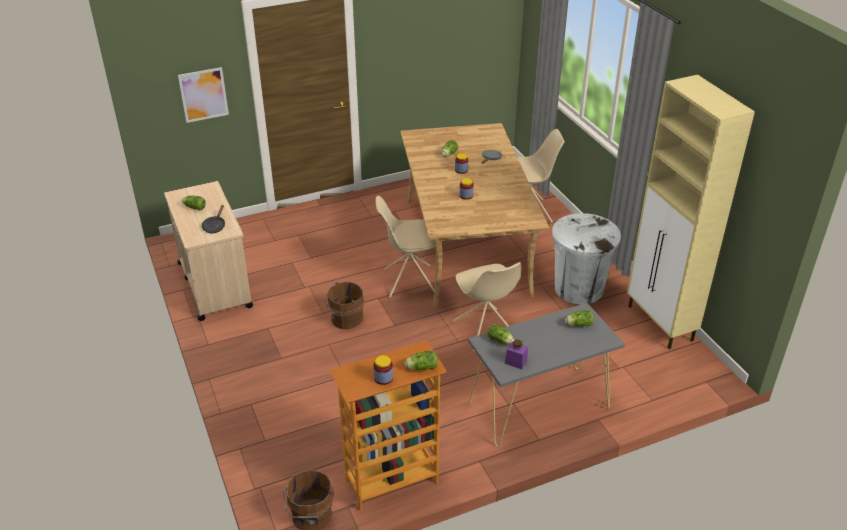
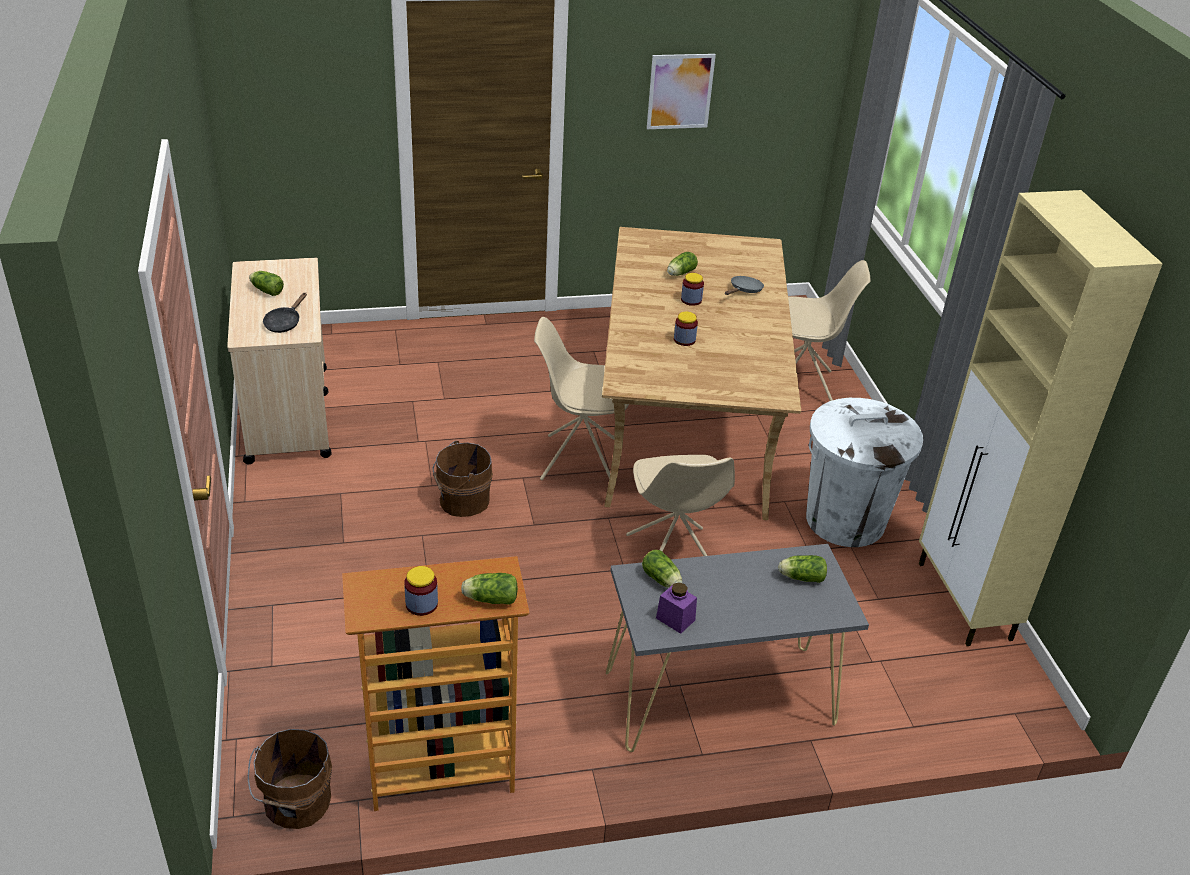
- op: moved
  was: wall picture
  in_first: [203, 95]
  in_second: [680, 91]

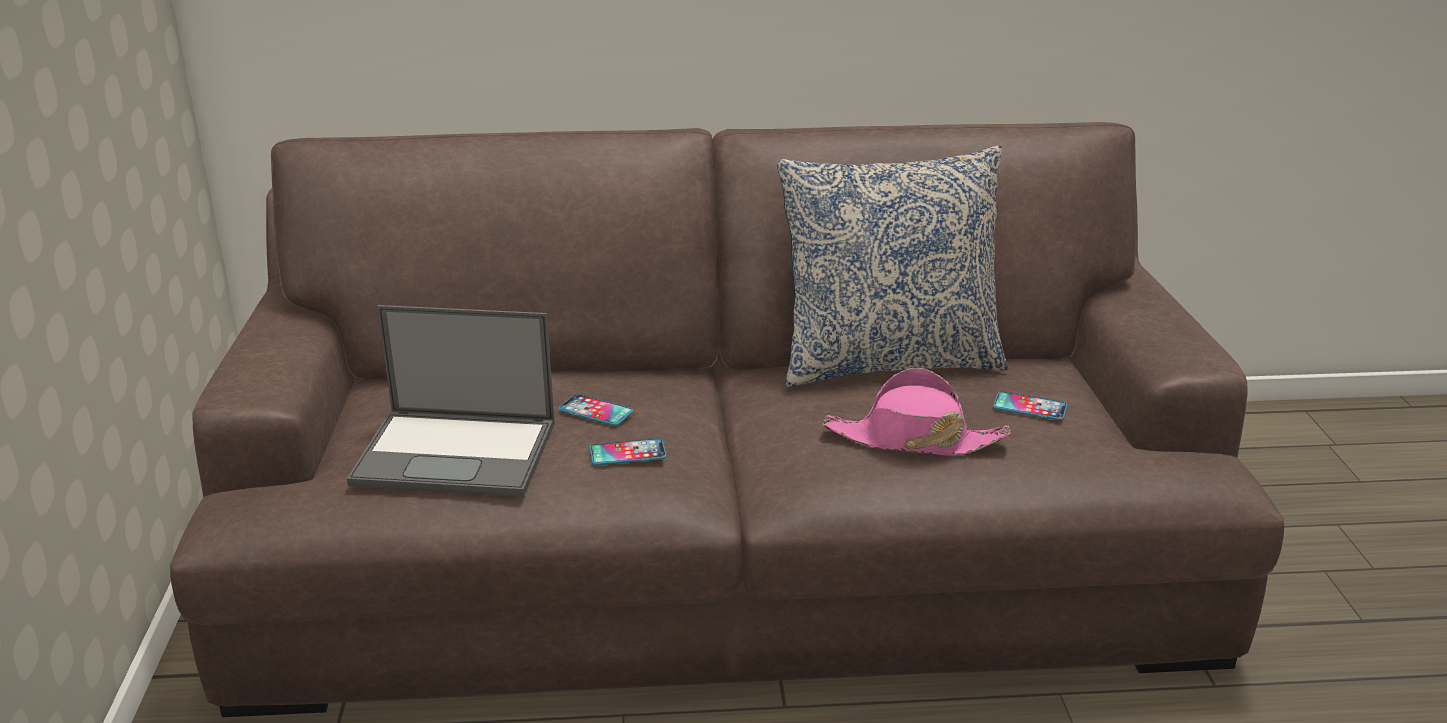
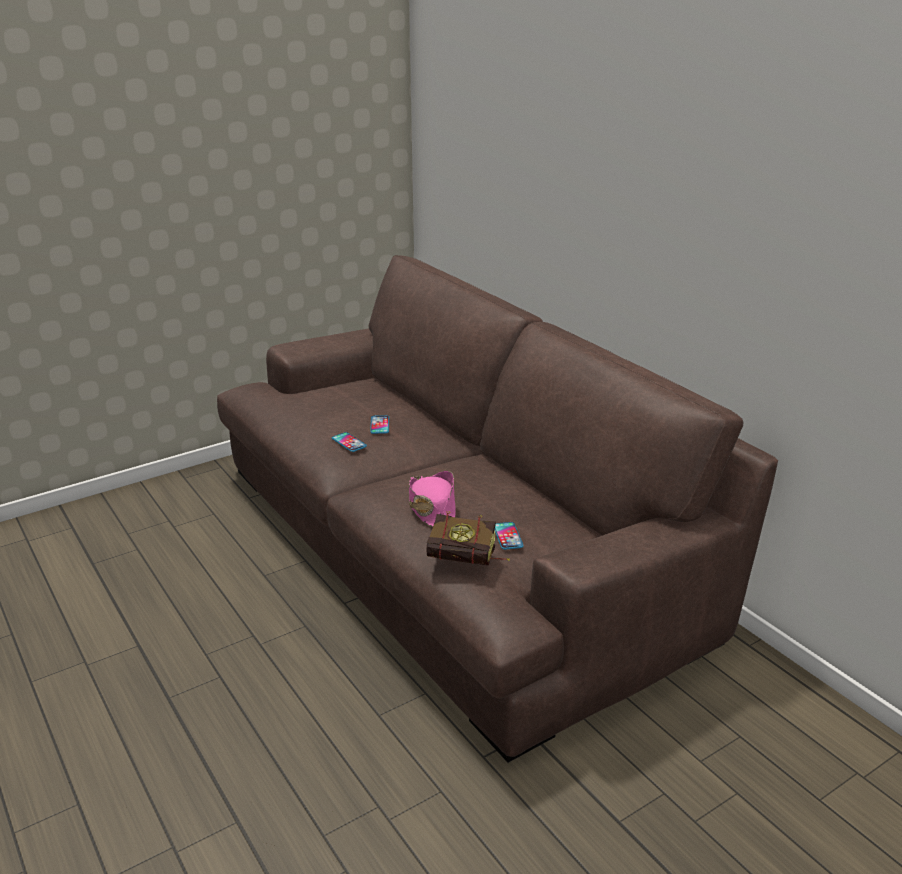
- op: added
  now: book
  in_second: [469, 561]
- op: removed
  was: laptop
  in_first: [458, 453]
- op: removed
  was: pillow
  in_first: [887, 361]

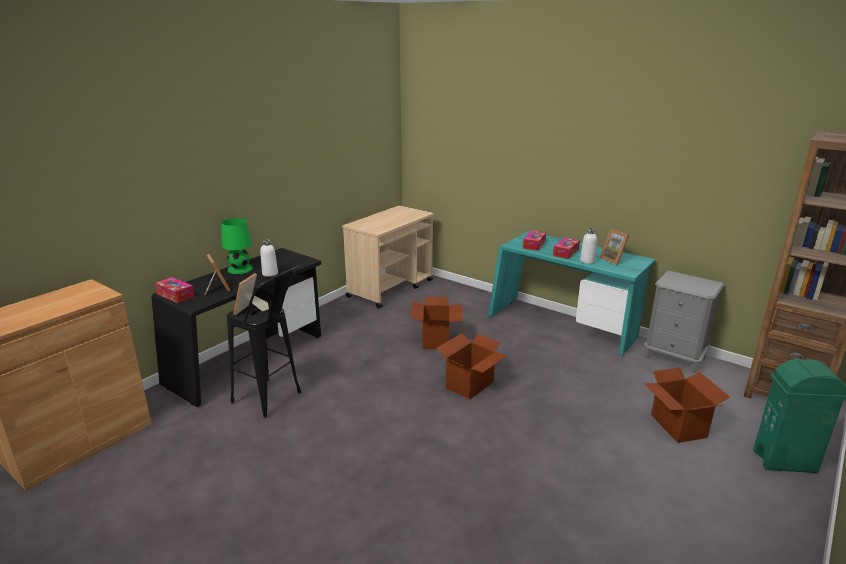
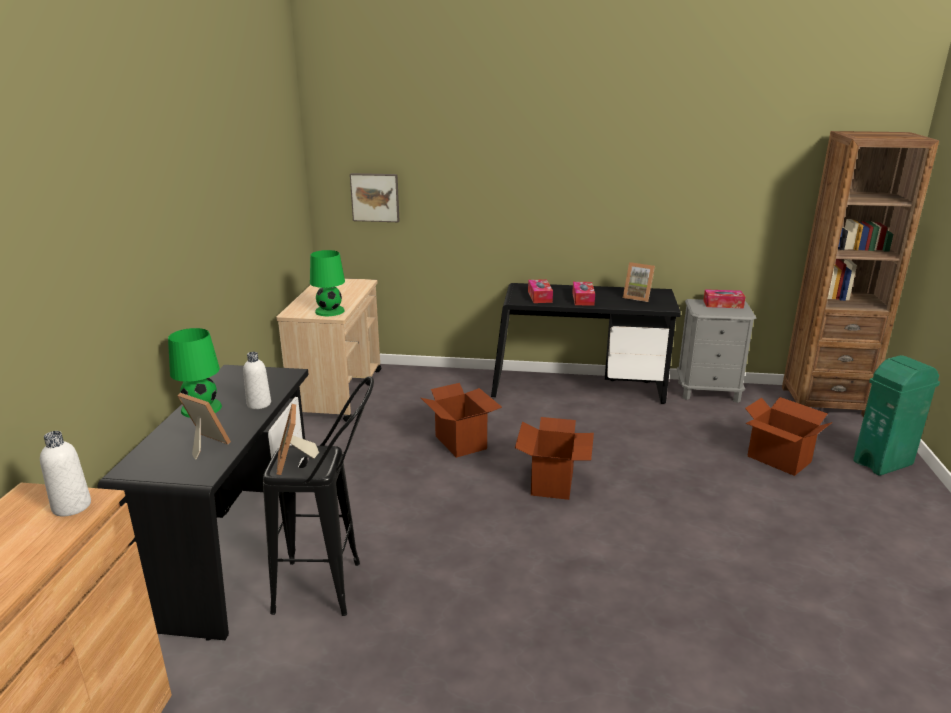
- op: moved
  was: whitish bottle
  in_first: [587, 261]
  in_second: [72, 506]
- op: added
  now: greenish table lamp
  in_second: [330, 311]
- op: added
  now: wall picture
  in_second: [375, 197]
- op: recoloured
  was: turquoise-coloured desk unit
  now: black-coloured desk unit
  in_first: [562, 327]
  in_second: [578, 388]
- op: moved
  was: tissue box
  in_first: [175, 295]
  in_second: [723, 304]

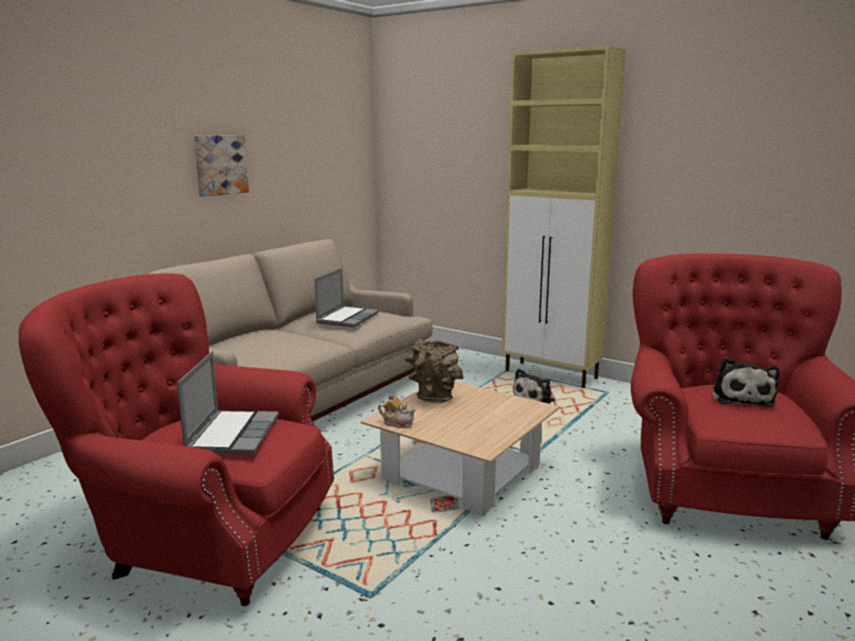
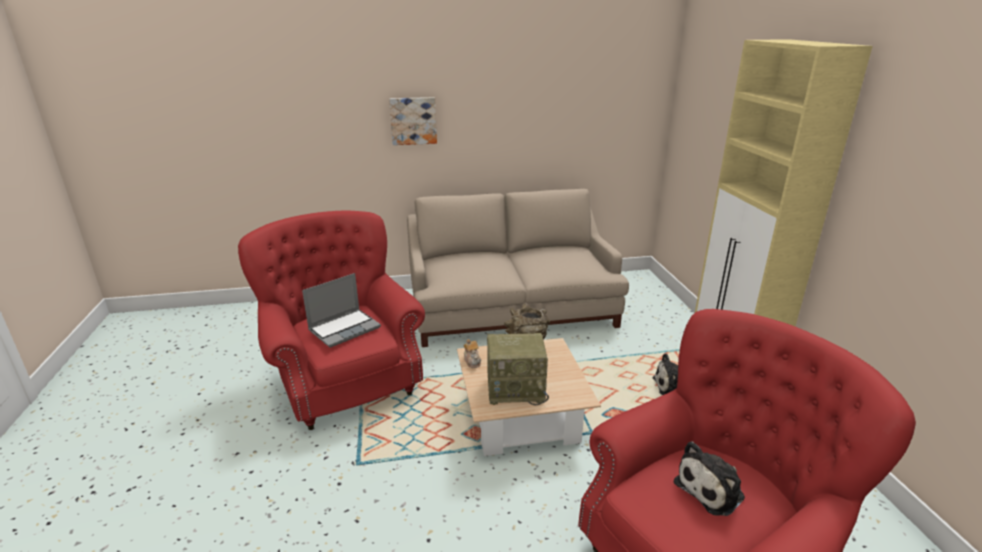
- op: moved
  was: wall picture
  in_first: [220, 165]
  in_second: [413, 120]
- op: added
  now: radio set
  in_second: [516, 389]
- op: removed
  was: laptop
  in_first: [347, 318]

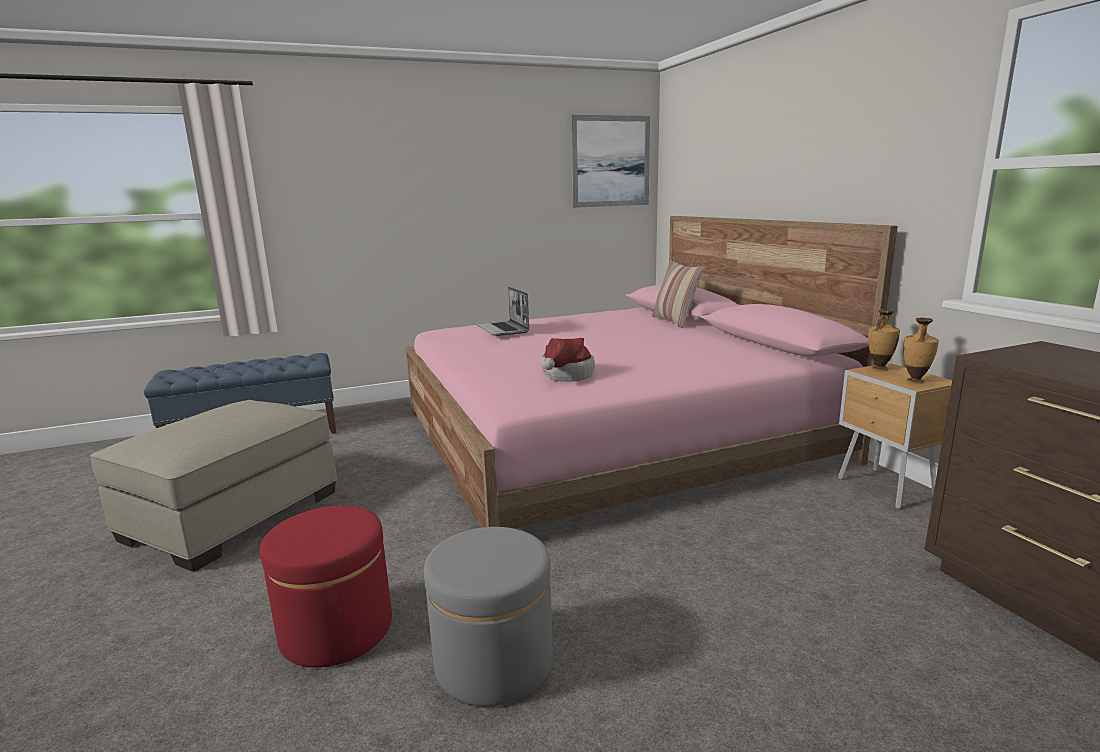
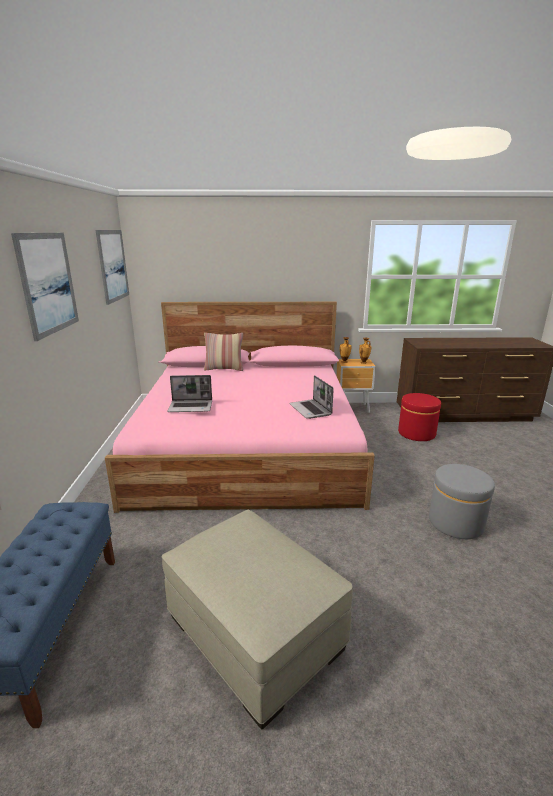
- op: added
  now: wall picture
  in_second: [48, 283]
- op: replaced
  was: hat
  now: laptop
  in_first: [565, 375]
  in_second: [311, 410]
- op: moved
  was: red-coloured pouffe
  in_first: [336, 630]
  in_second: [416, 433]

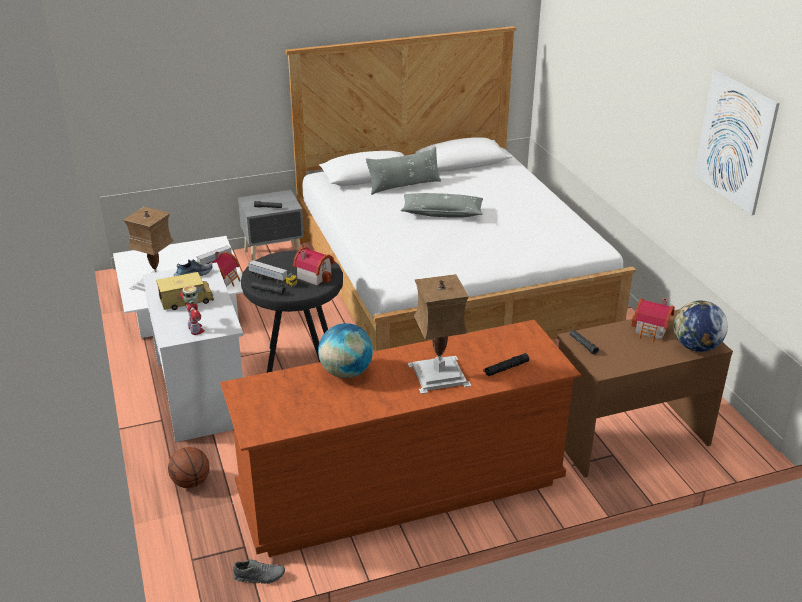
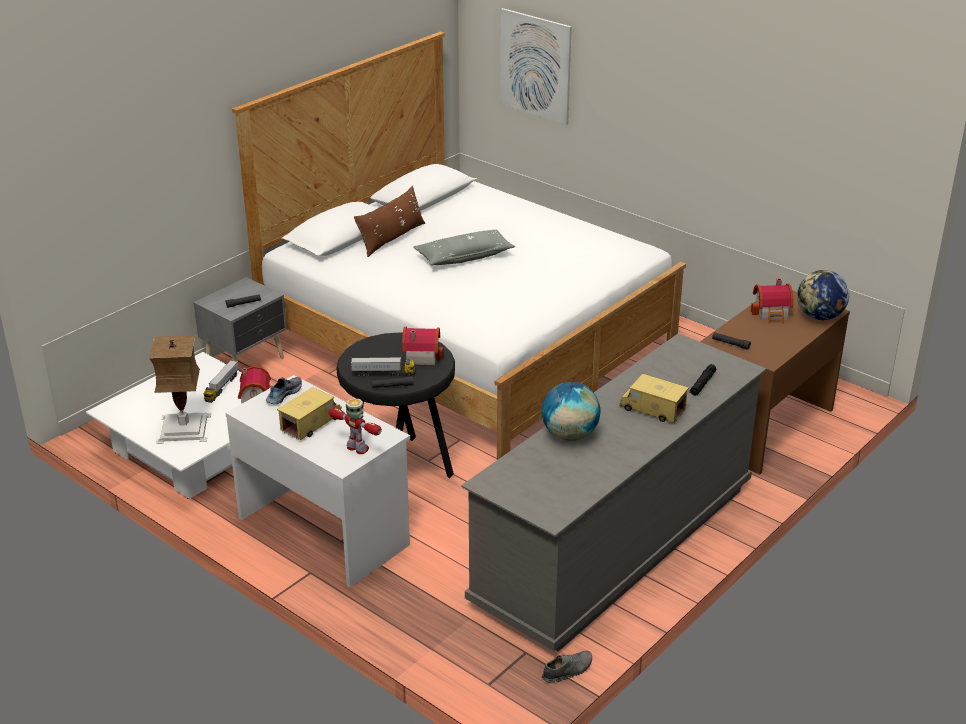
- op: recoloured
  was: gray pillow
  now: brownish pillow
  in_first: [404, 186]
  in_second: [392, 238]
- op: recoloured
  was: brownish drawer chest
  now: gray drawer chest
  in_first: [401, 487]
  in_second: [614, 543]
- op: moved
  was: wall picture
  in_first: [735, 141]
  in_second: [535, 66]
- op: replaced
  was: table lamp
  now: model truck
  in_first: [438, 375]
  in_second: [652, 409]
- op: removed
  was: basketball ball
  in_first: [191, 482]

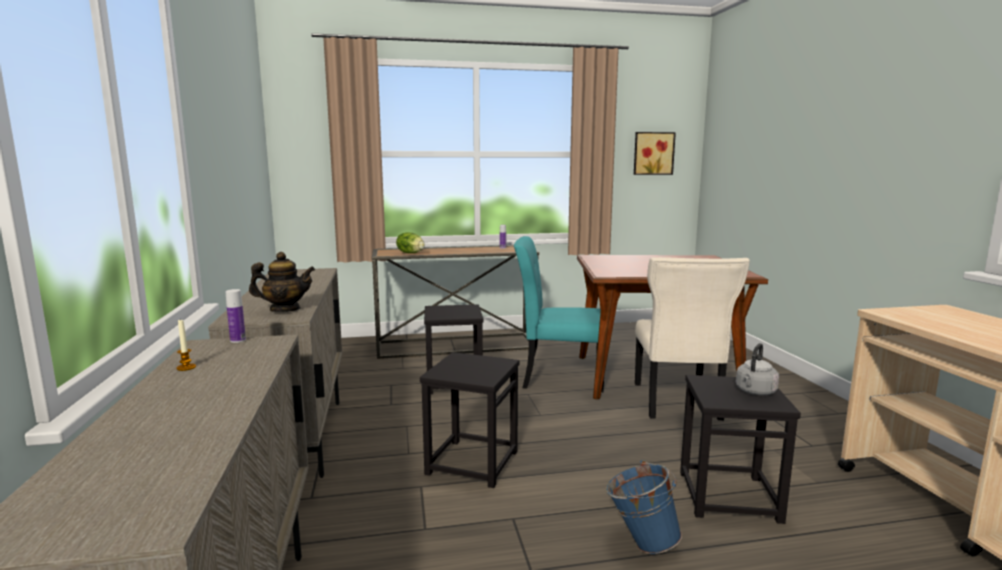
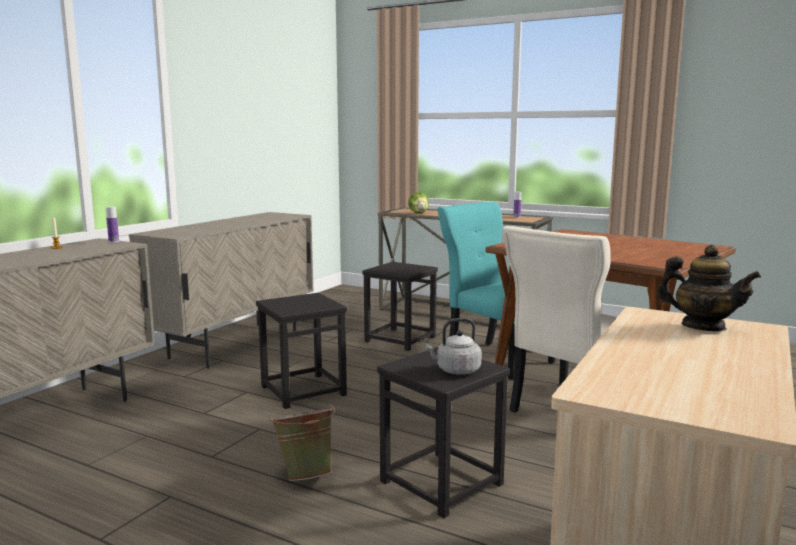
- op: recoloured
  was: blue bucket
  now: greenish bucket
  in_first: [640, 542]
  in_second: [306, 475]
- op: moved
  was: tea pot
  in_first: [285, 309]
  in_second: [703, 327]
- op: removed
  was: wall picture
  in_first: [653, 153]

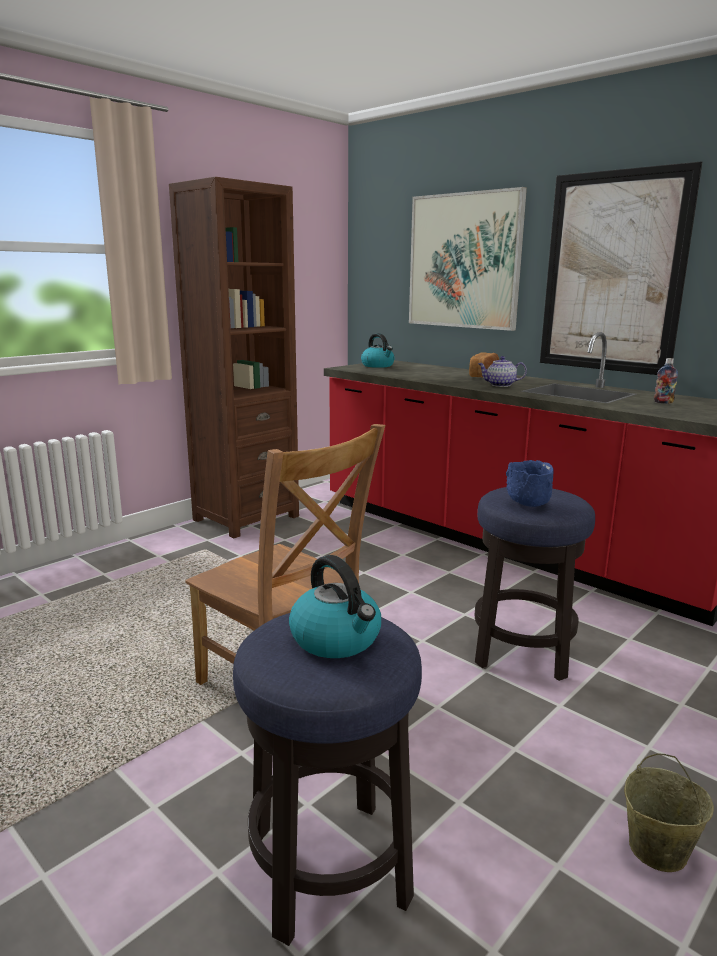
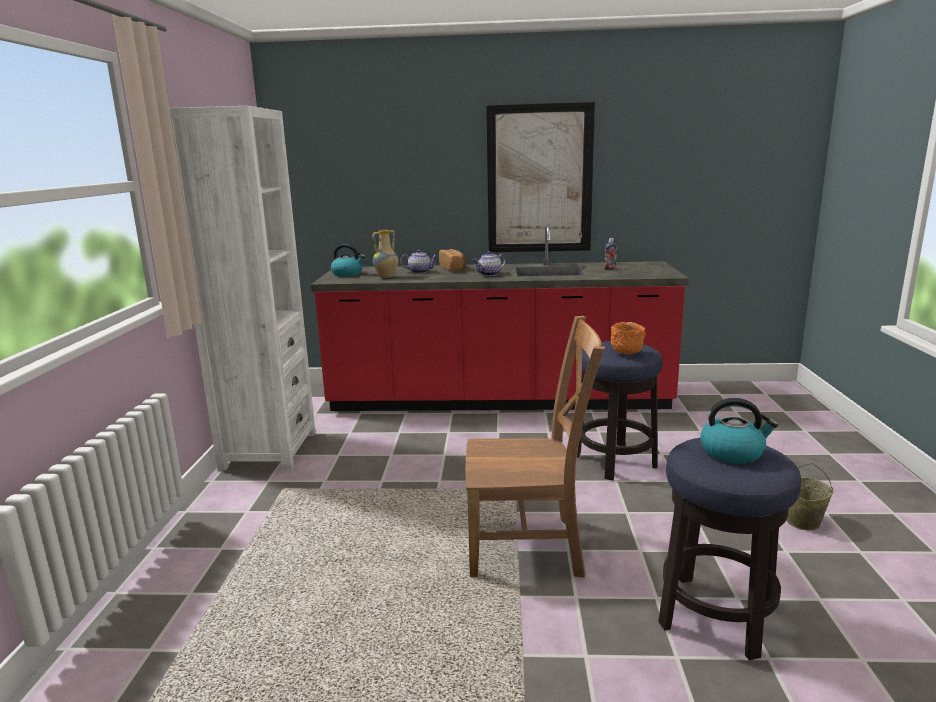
- op: recoloured
  was: brownish bookcase
  now: whitish bookcase
  in_first: [246, 518]
  in_second: [268, 450]
- op: added
  now: flower vase
  in_second: [386, 277]
- op: added
  now: tea pot
  in_second: [420, 272]
- op: recoloured
  was: blue deep dish
  now: orangey deep dish
  in_first: [528, 504]
  in_second: [626, 353]
- op: removed
  was: wall picture
  in_first: [464, 261]

